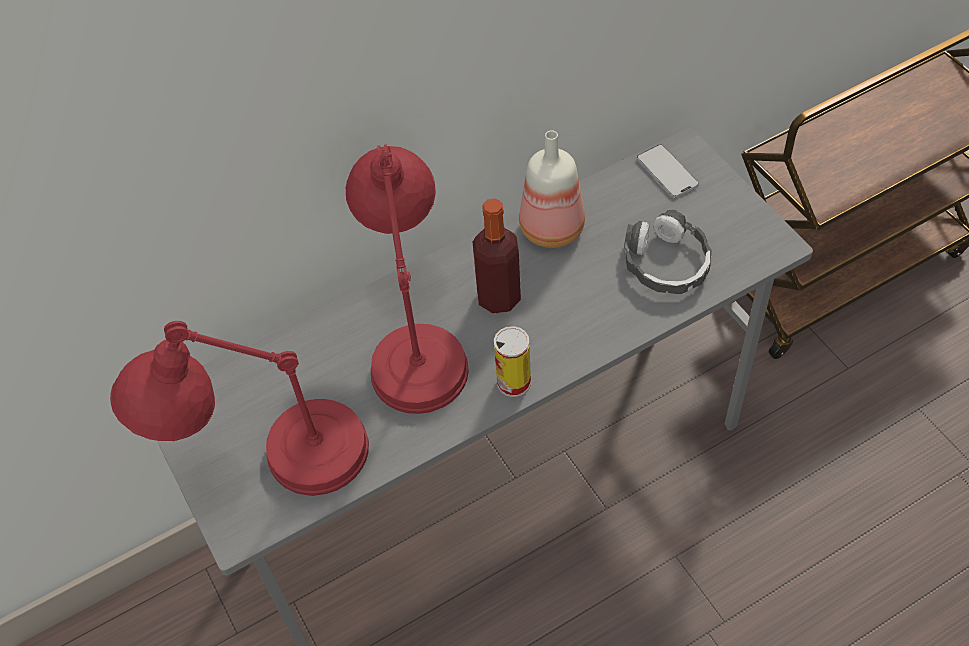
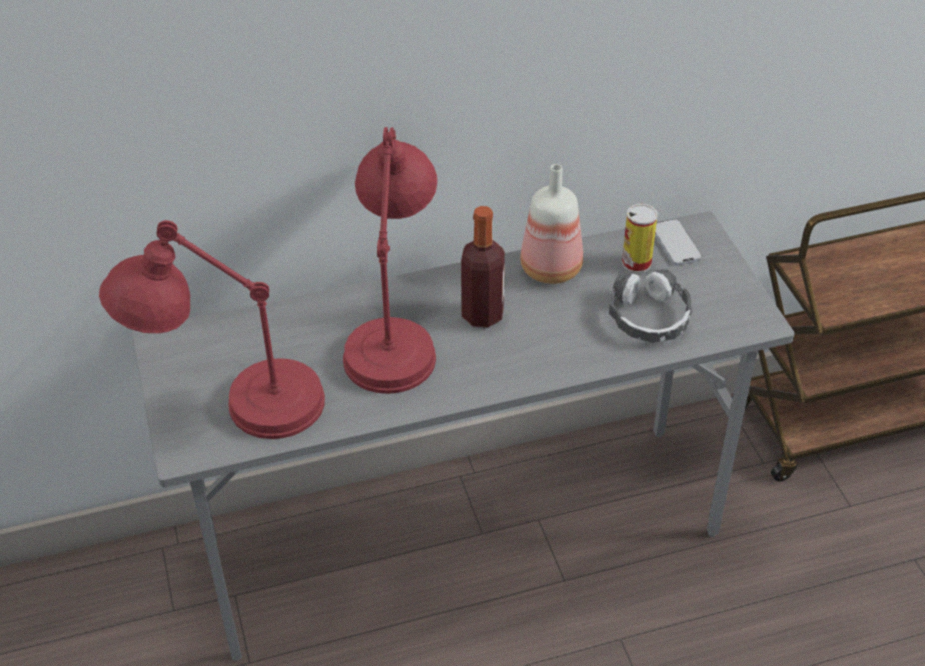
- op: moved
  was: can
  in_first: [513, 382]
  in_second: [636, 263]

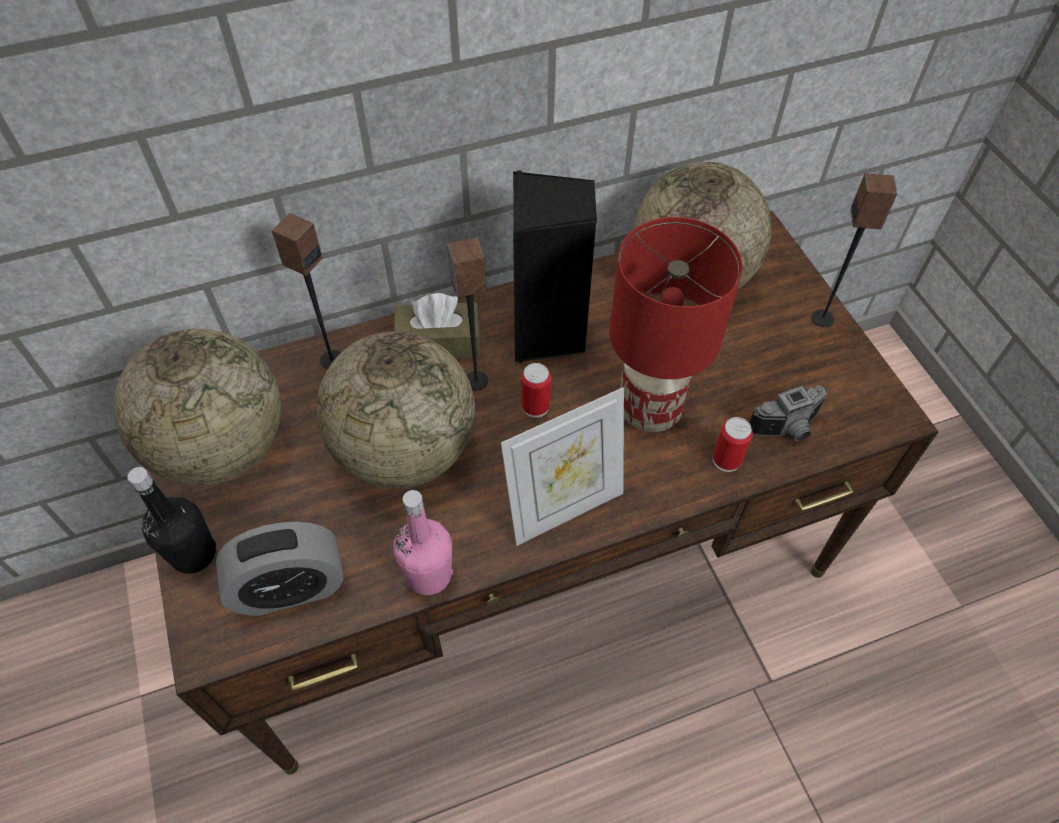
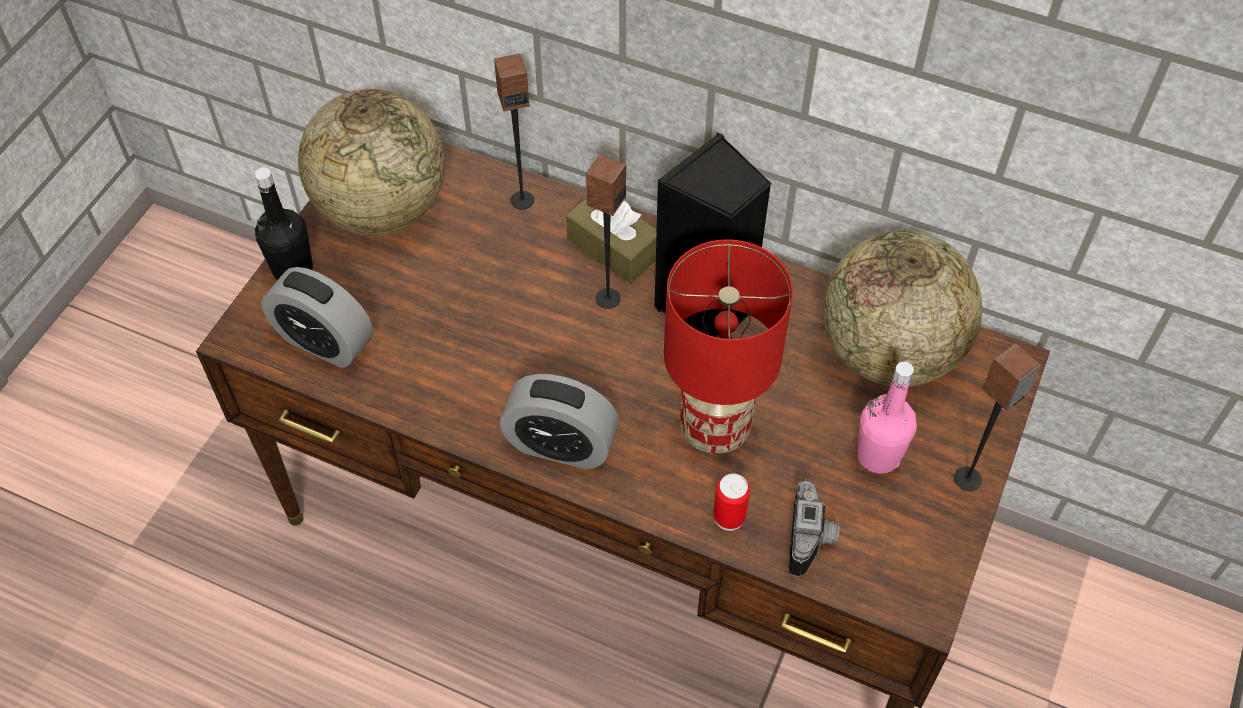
- op: replaced
  was: photo frame
  now: table clock
  in_first: [564, 508]
  in_second: [561, 445]
- op: turned
  was: still camera
  in_first: [789, 429]
  in_second: [813, 539]
  clockwise: -105
- op: moved
  was: pink-coloured bottle
  in_first: [429, 575]
  in_second: [878, 455]
- op: removed
  was: world globe
  in_first: [404, 451]
- op: removed
  was: can
  in_first: [535, 406]

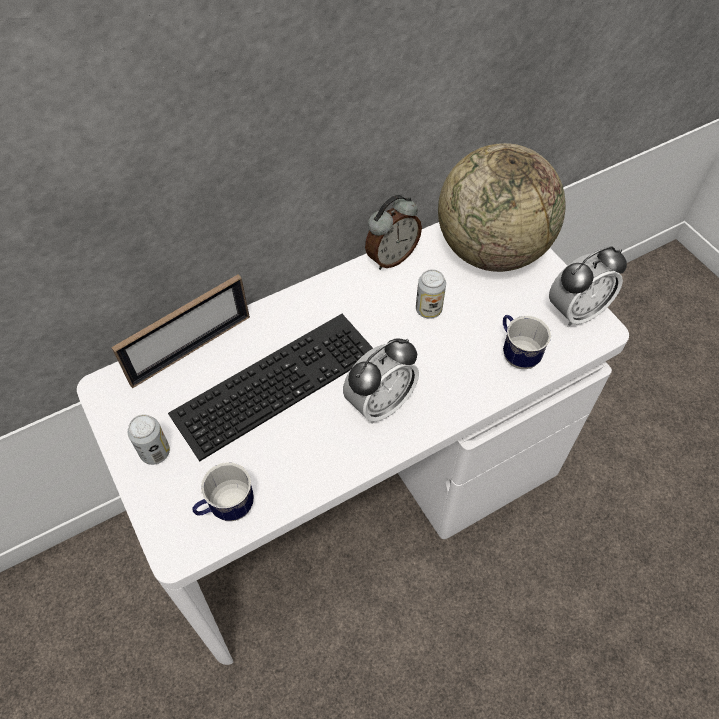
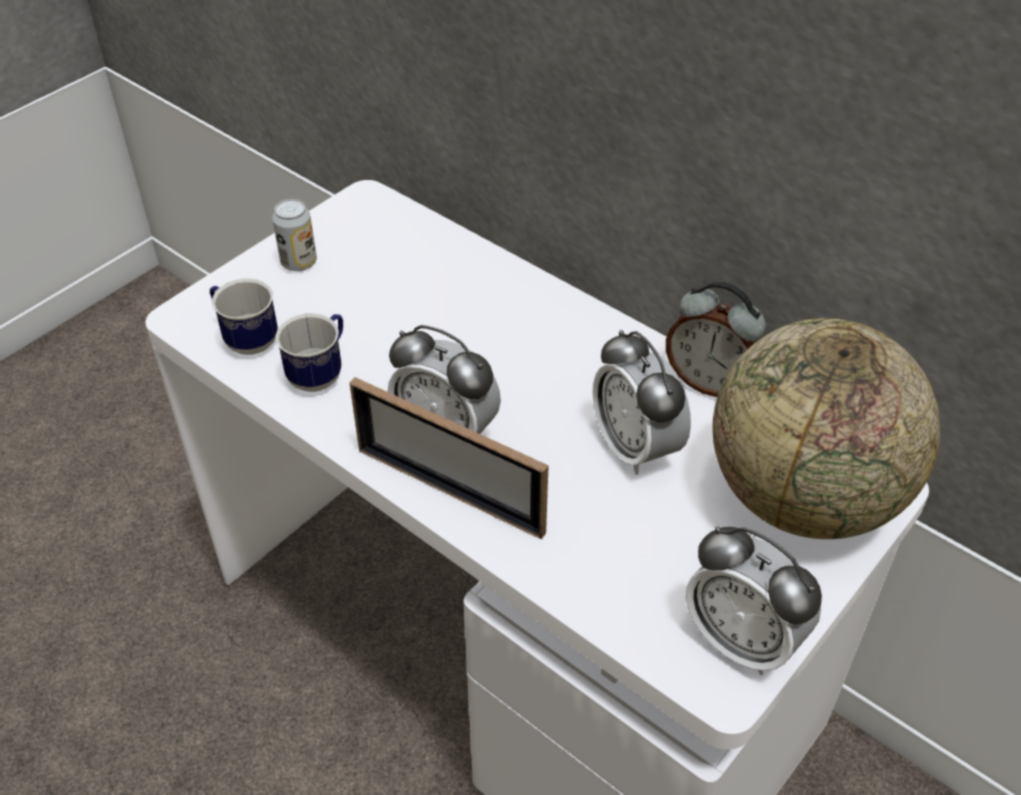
- op: moved
  was: tea mug
  in_first: [516, 353]
  in_second: [321, 374]
- op: moved
  was: photo frame
  in_first: [191, 350]
  in_second: [449, 490]
- op: replaced
  was: can
  now: table clock
  in_first: [428, 309]
  in_second: [635, 447]
- op: removed
  was: PC keyboard
  in_first: [275, 379]

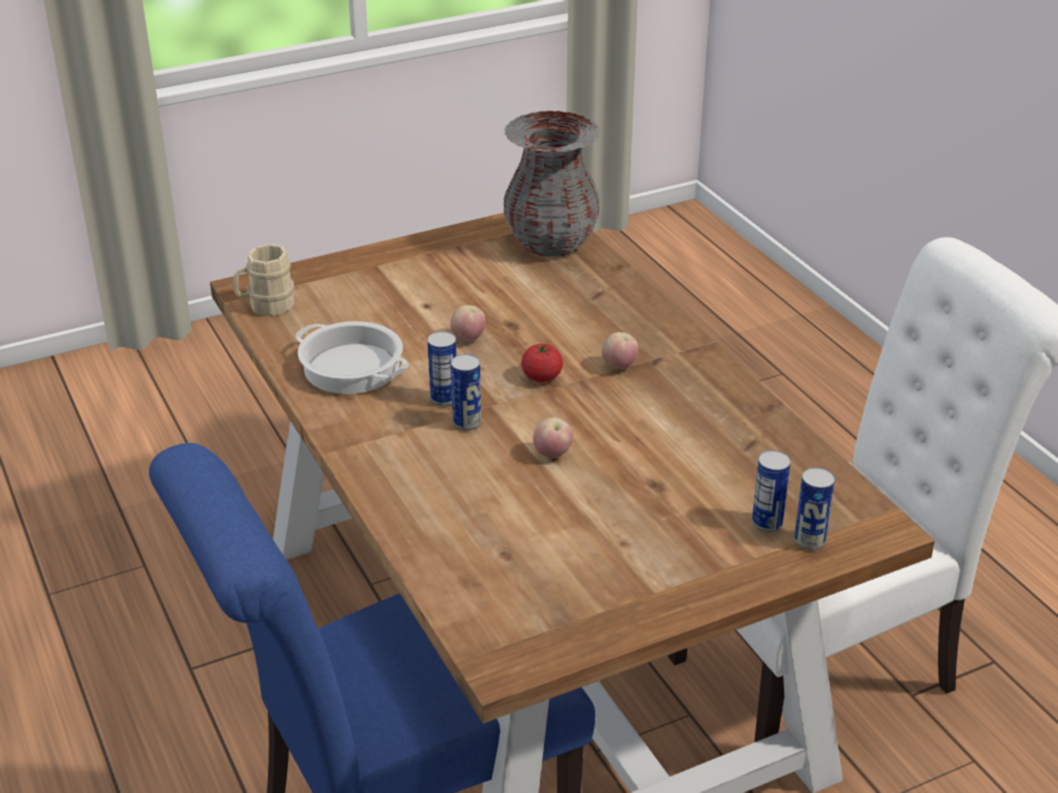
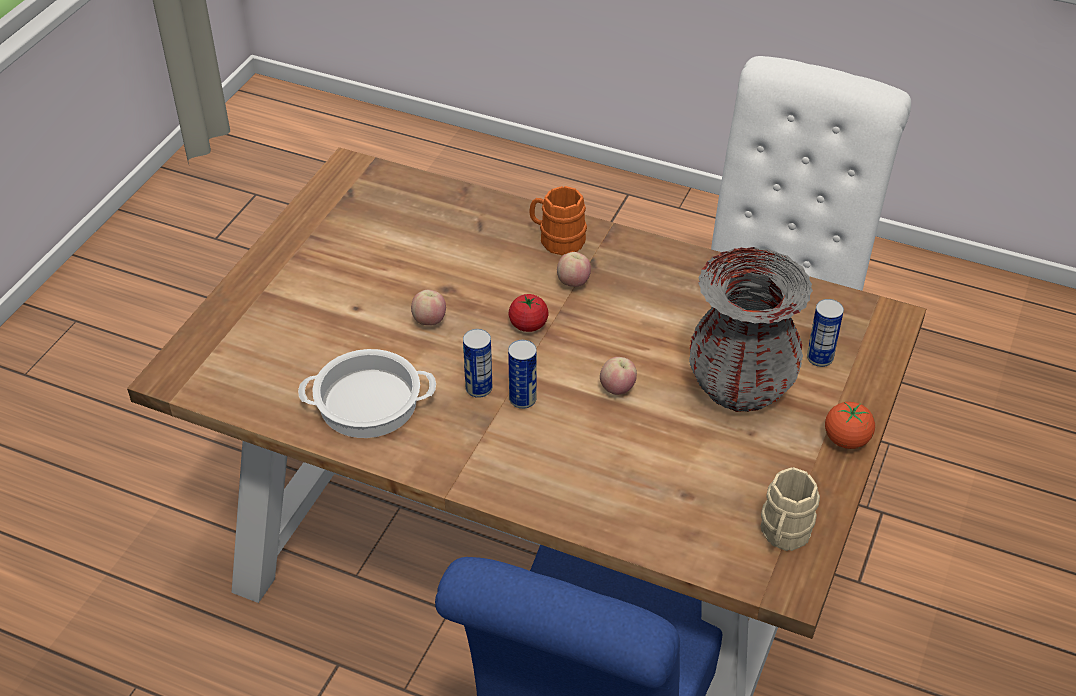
- op: added
  now: orangey tea mug
  in_second: [557, 240]
- op: moved
  was: gray flower vase
  in_first: [551, 243]
  in_second: [740, 388]
- op: moved
  was: sand-coloured tea mug
  in_first: [266, 306]
  in_second: [783, 535]
- op: added
  now: fresh tomato
  in_second: [846, 440]
- op: removed
  was: can
  in_first: [809, 541]

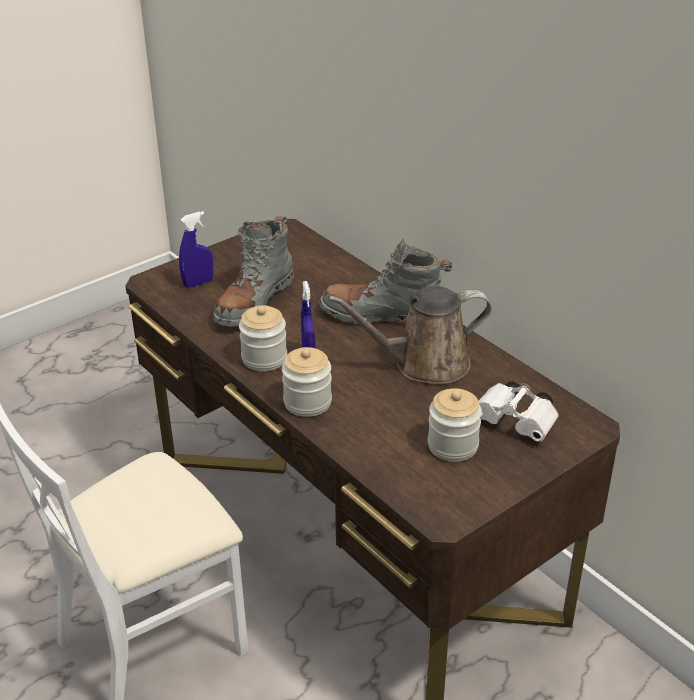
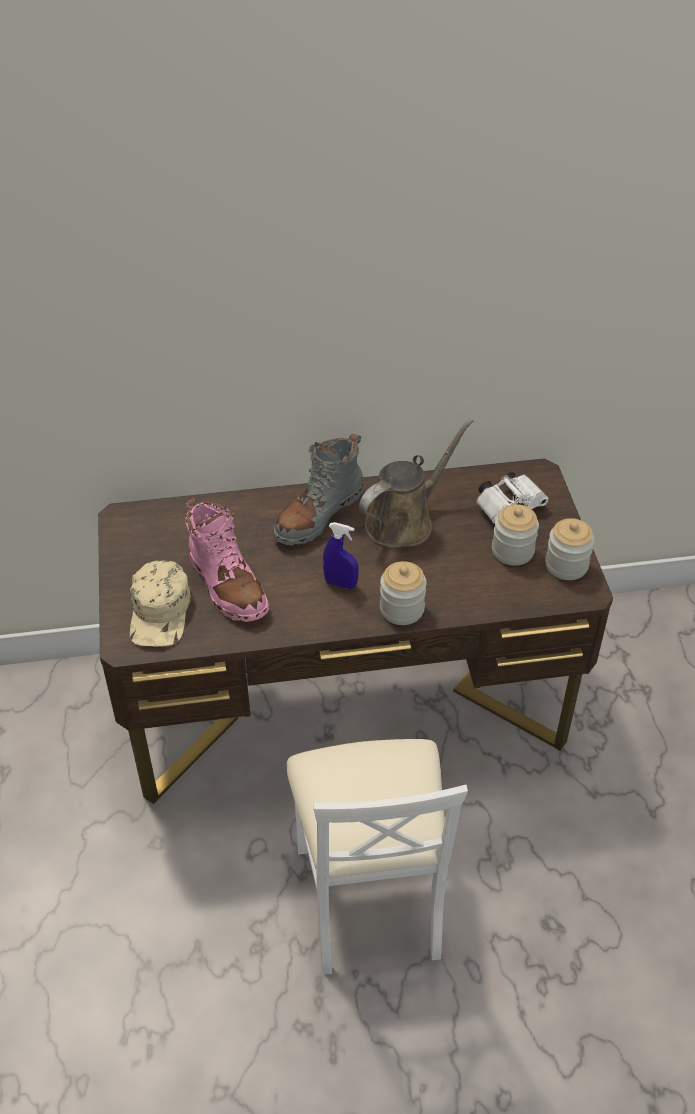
- op: replaced
  was: blue spray bottle
  now: sand-coloured baseball cap
  in_first: [198, 283]
  in_second: [161, 612]
- op: recoloured
  was: gray boot
  now: pink-coloured boot
  in_first: [254, 301]
  in_second: [227, 585]
- op: turned
  was: brownish watering pot
  in_first: [424, 364]
  in_second: [404, 521]
  clockwise: -150
- op: moved
  was: jar
  in_first: [264, 358]
  in_second: [566, 565]

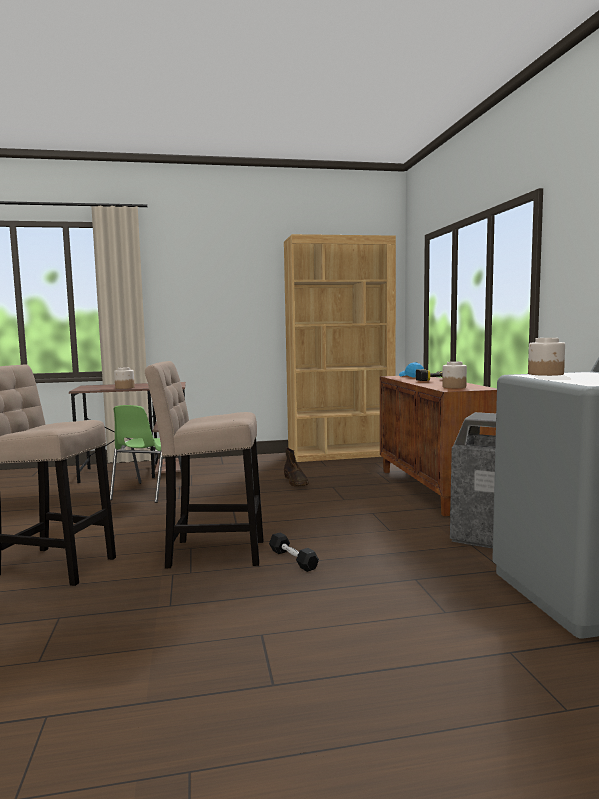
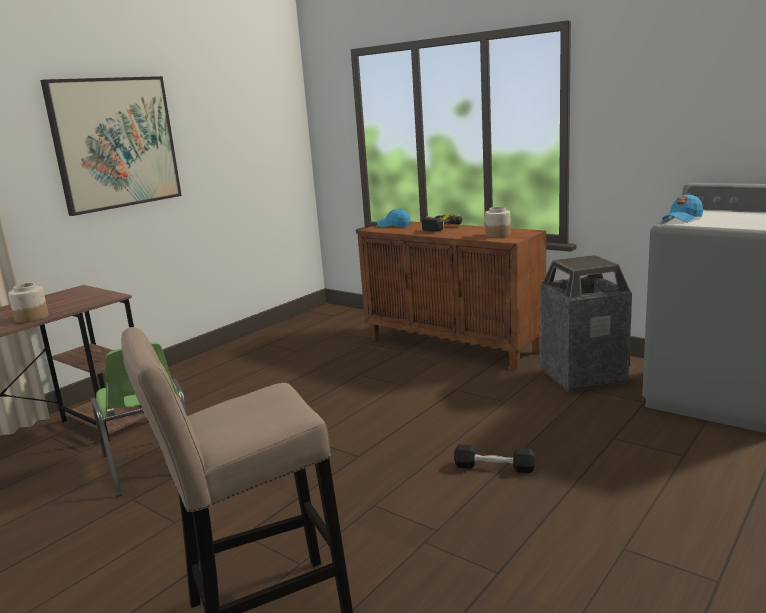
- op: added
  now: wall picture
  in_second: [115, 143]
- op: replaced
  was: jar
  now: blue baseball cap
  in_first: [546, 374]
  in_second: [682, 218]
- op: removed
  was: sand-coloured stool
  in_first: [210, 553]
- op: removed
  was: brownish bookcase
  in_first: [341, 454]
- op: removed
  was: brownish boot
  in_first: [296, 482]

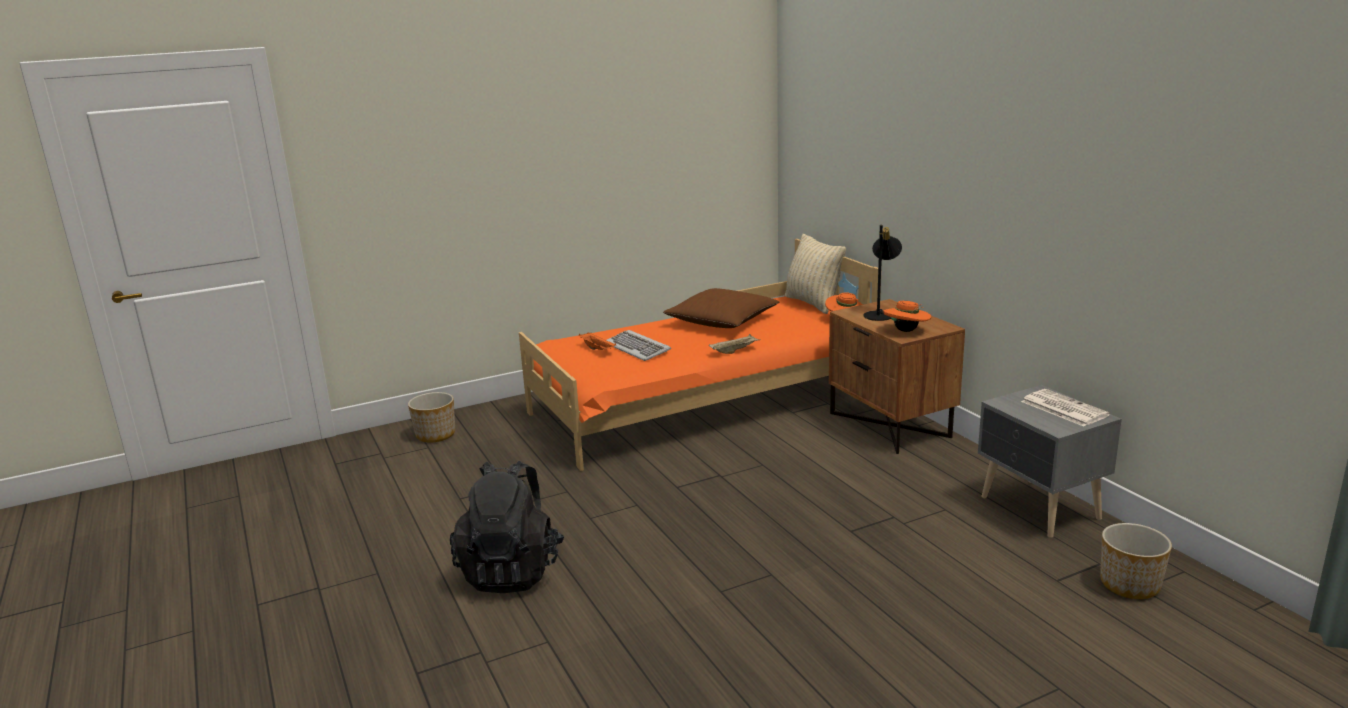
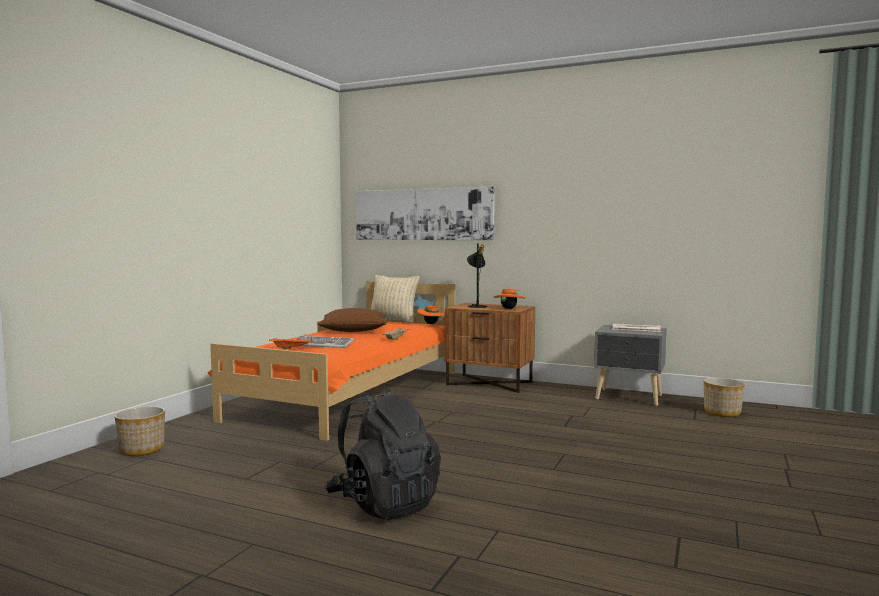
- op: added
  now: wall picture
  in_second: [422, 214]

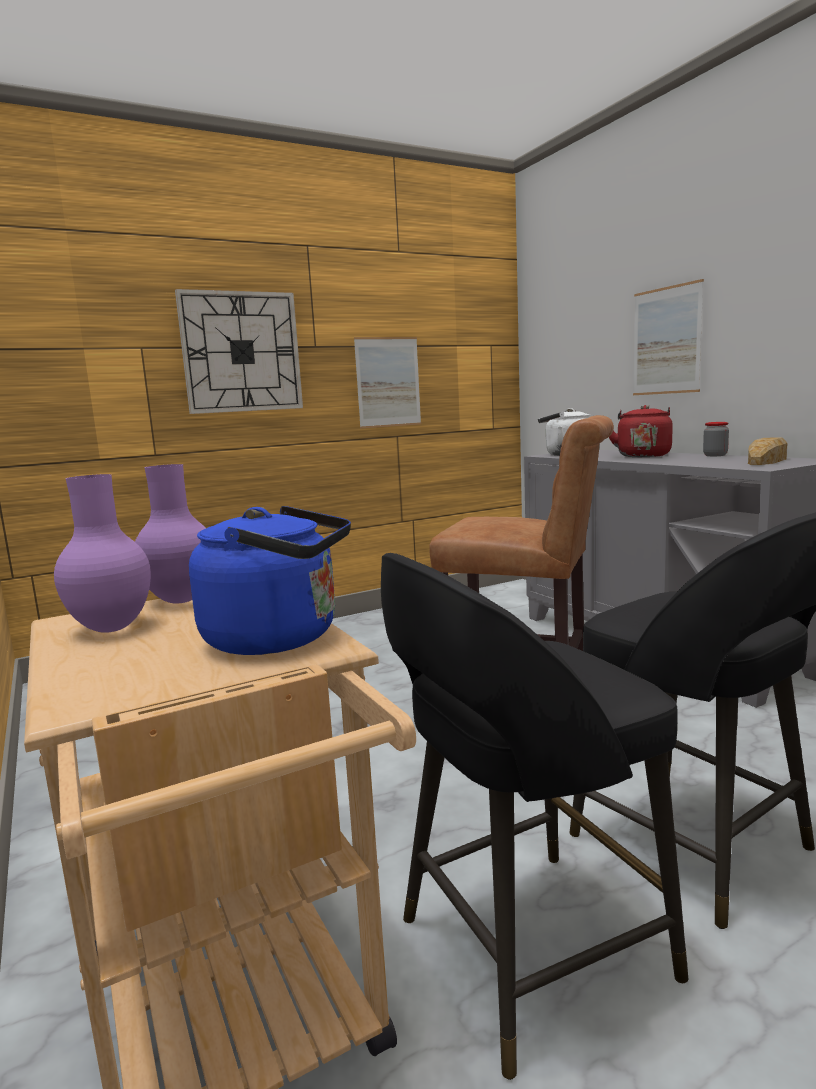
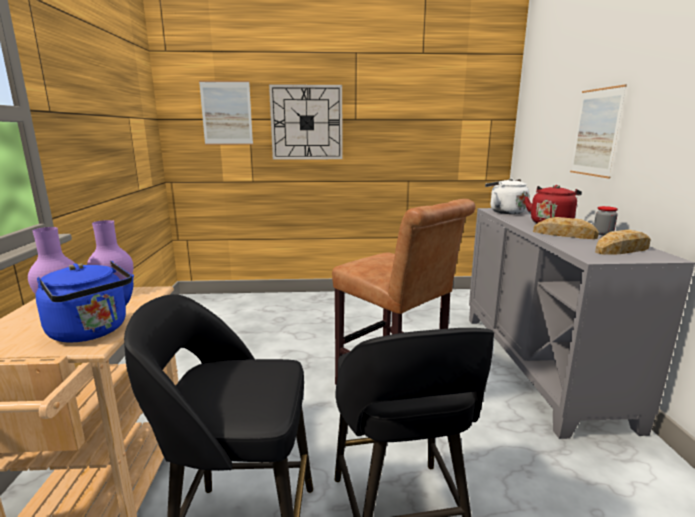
- op: moved
  was: wall picture
  in_first: [388, 382]
  in_second: [226, 113]
- op: added
  now: bakery bread
  in_second: [564, 234]

